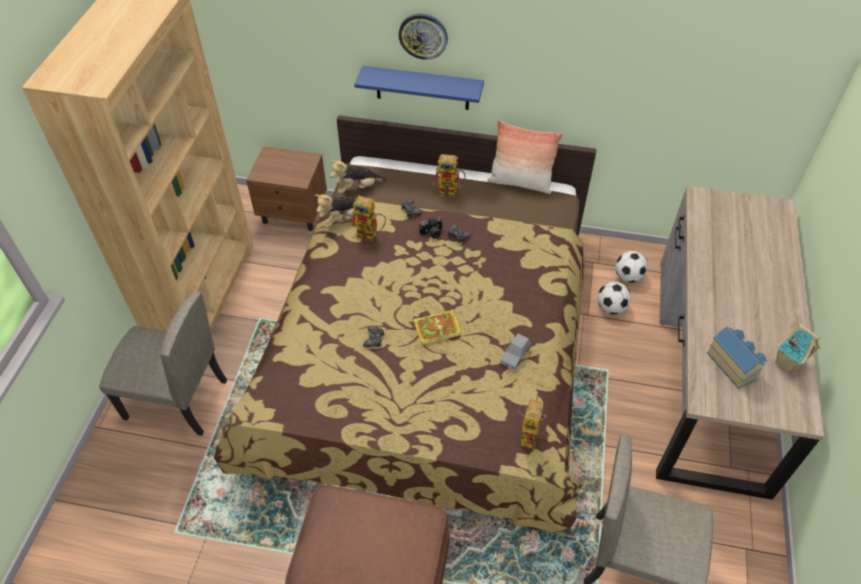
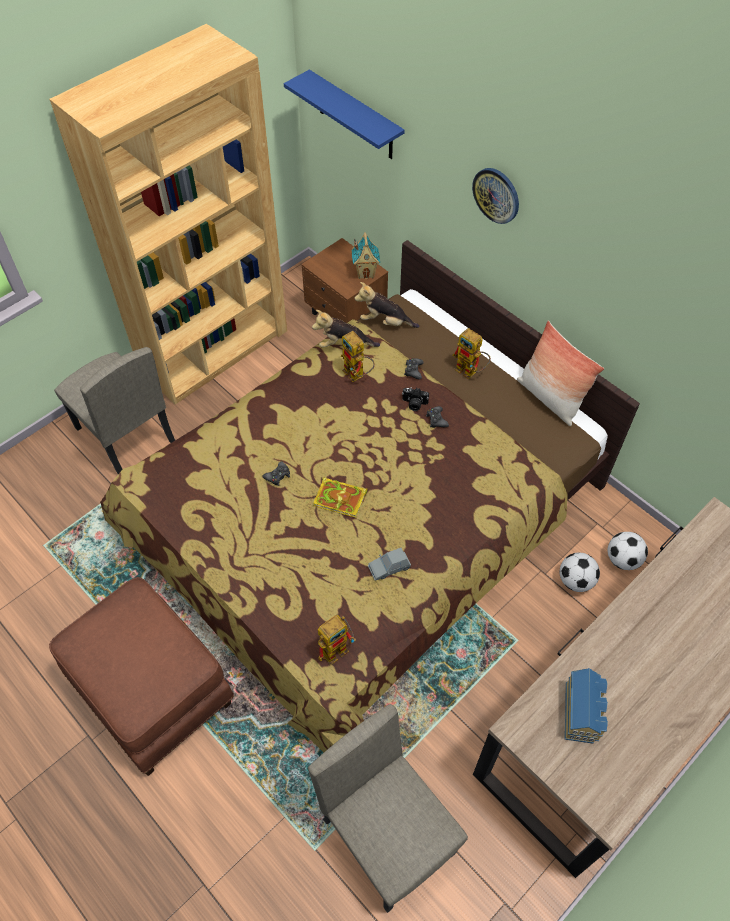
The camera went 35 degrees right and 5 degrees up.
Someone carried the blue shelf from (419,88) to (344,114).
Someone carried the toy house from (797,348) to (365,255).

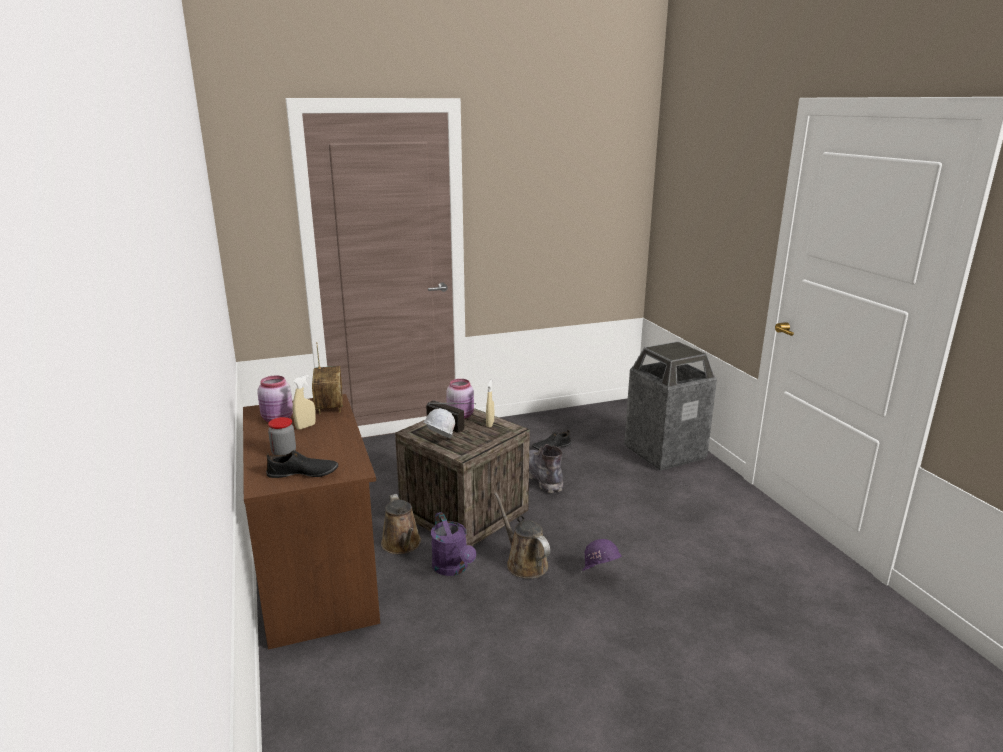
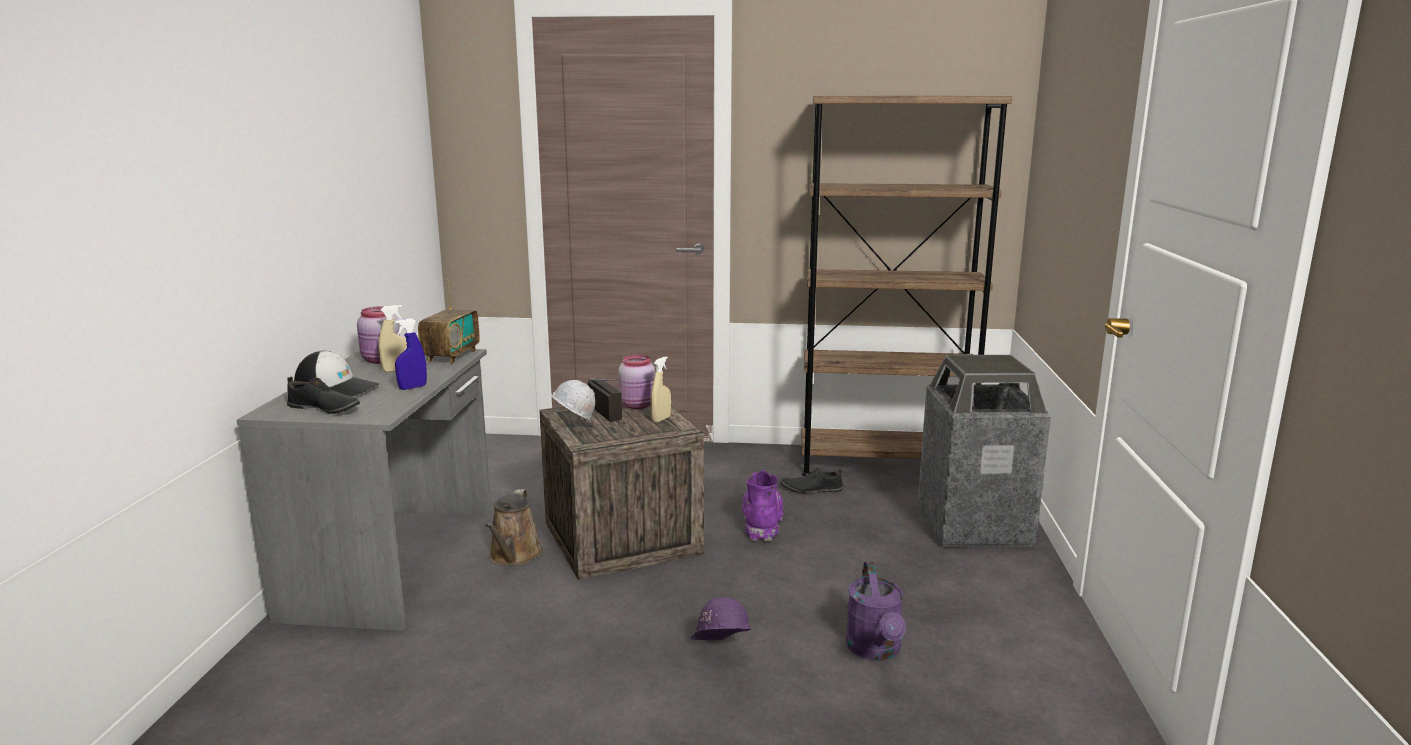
The camera went 25 degrees right and 5 degrees down.
Someone repainted the brown desk at (311,522), which became the grey desk at (364,490).
Someone swapped the jar at (282,436) for the cap at (336,374).
Someone repainted the grey boot at (546,468), which became the purple boot at (762,505).
Someone took away the brown watering can at (522,535).
Someone carried the purple watering can from (453,544) to (876,611).
Someone put down the brown bookcase at (907,286).
Someone put down the blue spray bottle at (410,354).

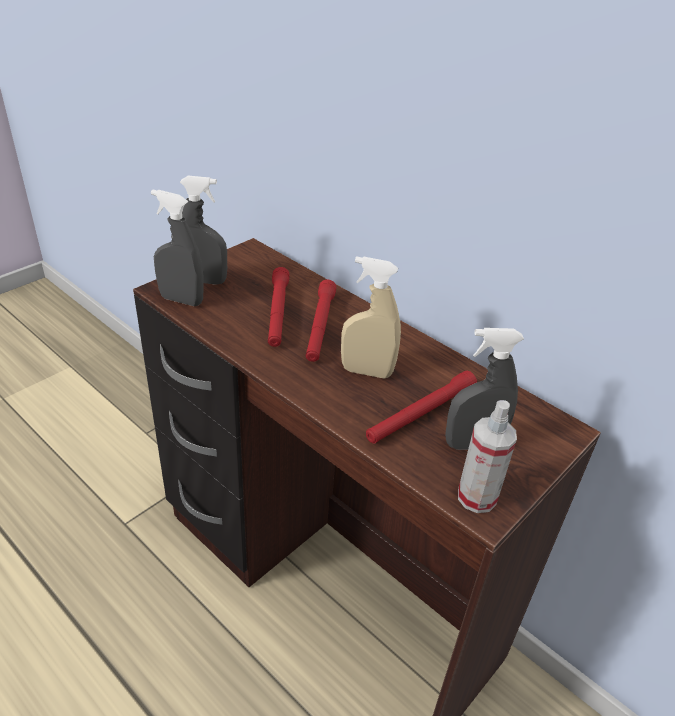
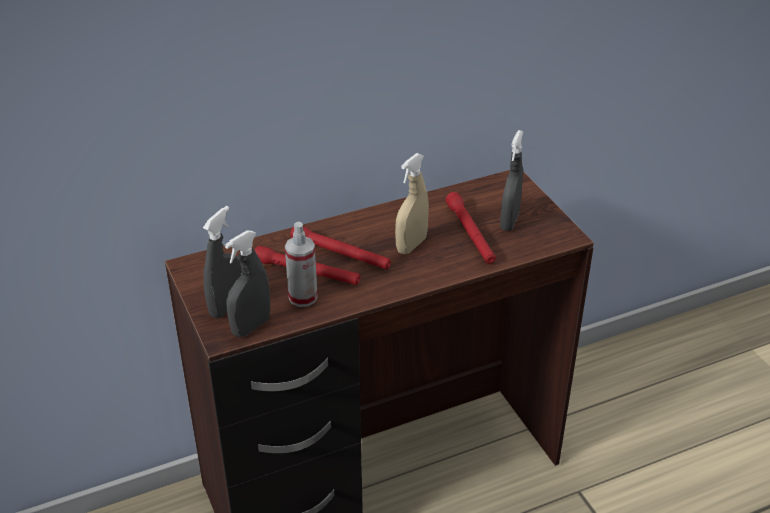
The camera went 65 degrees left and 0 degrees up.
Someone carried the spray bottle from (487,456) to (301,264).

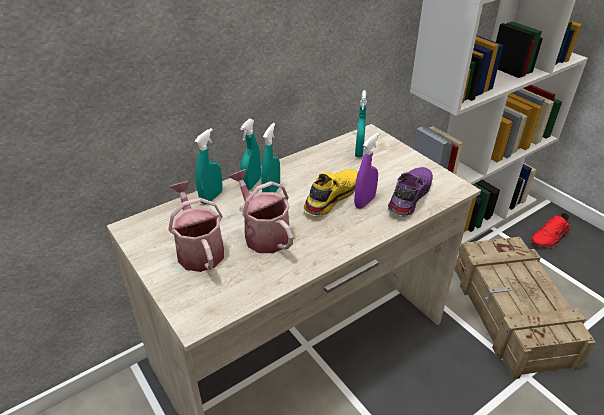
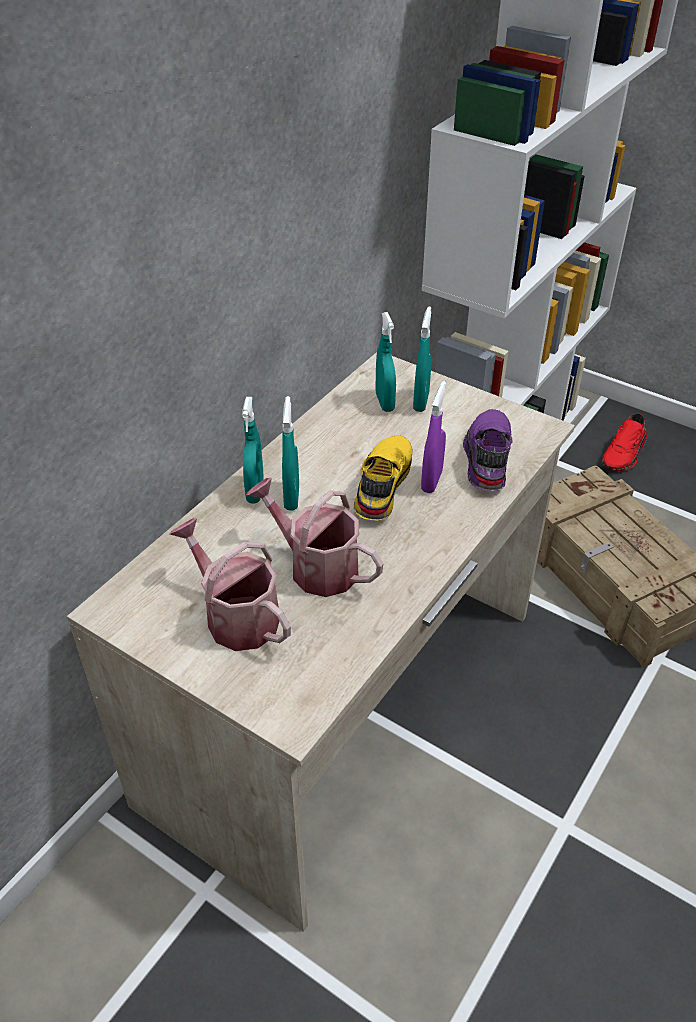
The camera went 20 degrees left and 5 degrees up.
Someone carried the turquoise spray bottle from (209,166) to (422,359).

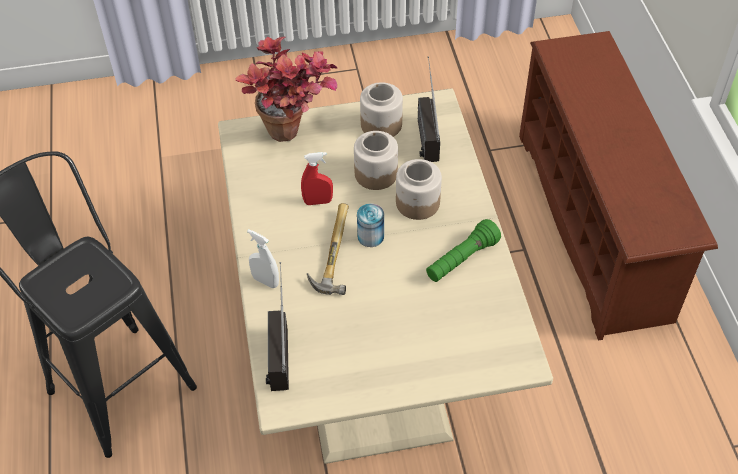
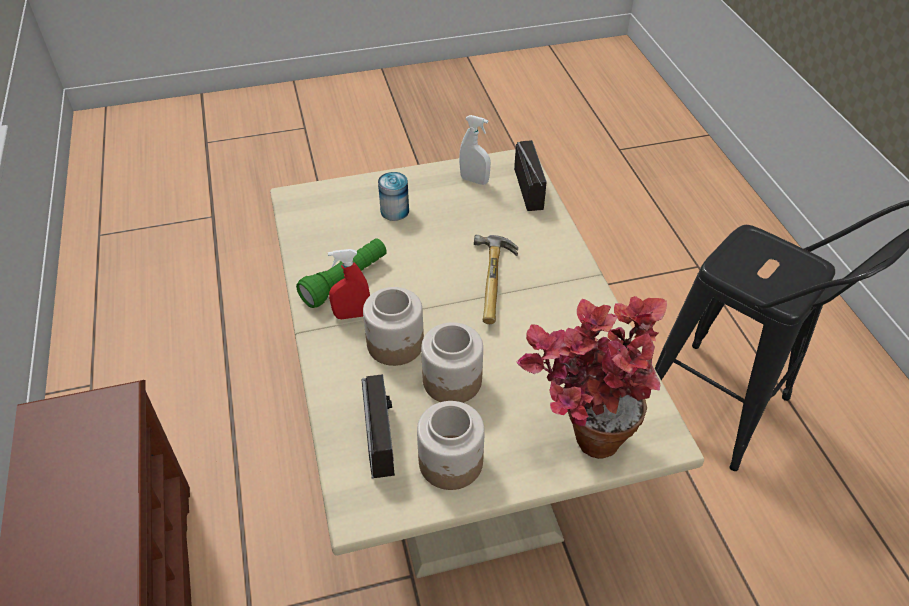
The camera went 175 degrees right and 5 degrees down.
Someone carried the red spray bottle from (317,178) to (349,284).
Someone carried the can from (370,225) to (393,196).
Someone carried the white spray bottle from (263,258) to (475,150).

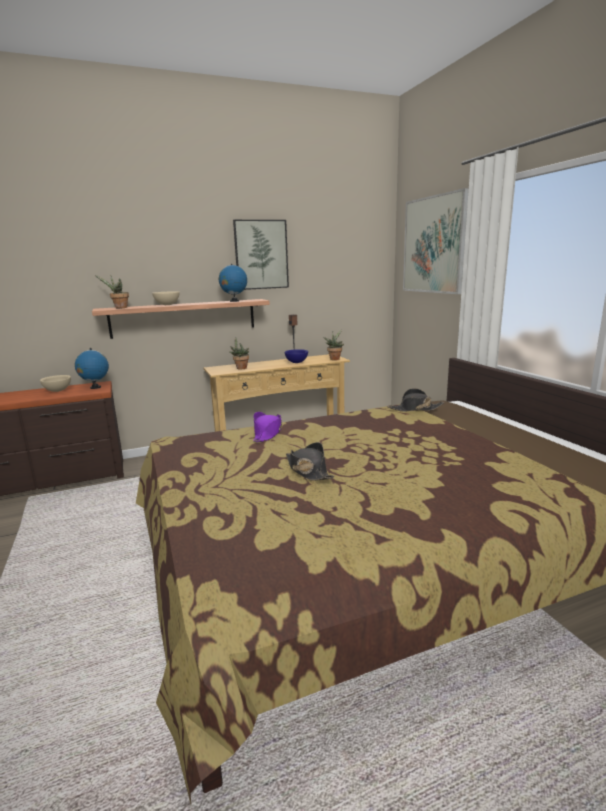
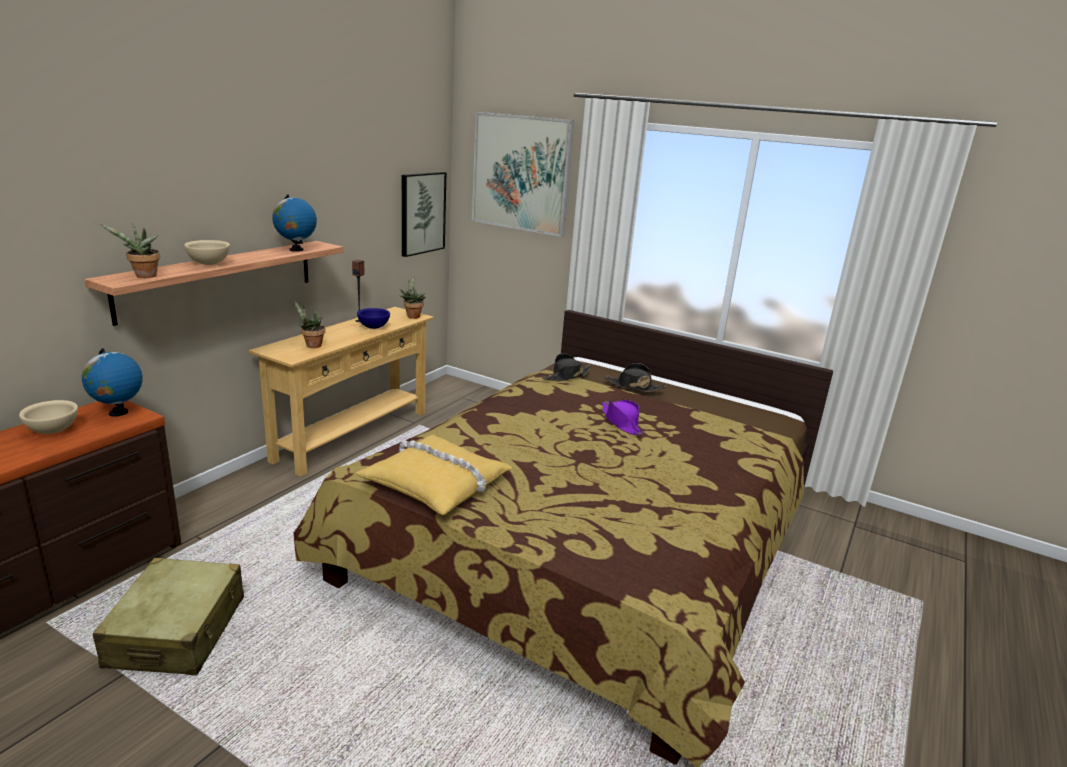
The camera went 40 degrees left and 5 degrees up.
Someone carried the picture from (261,255) to (424,214).
Someone carried the purple hat from (267,427) to (623,417).
Someone carried the black hat from (310,461) to (636,377).
Someone put down the yellow pillow at (434,475).
Someone put down the beige suitcase at (168,616).

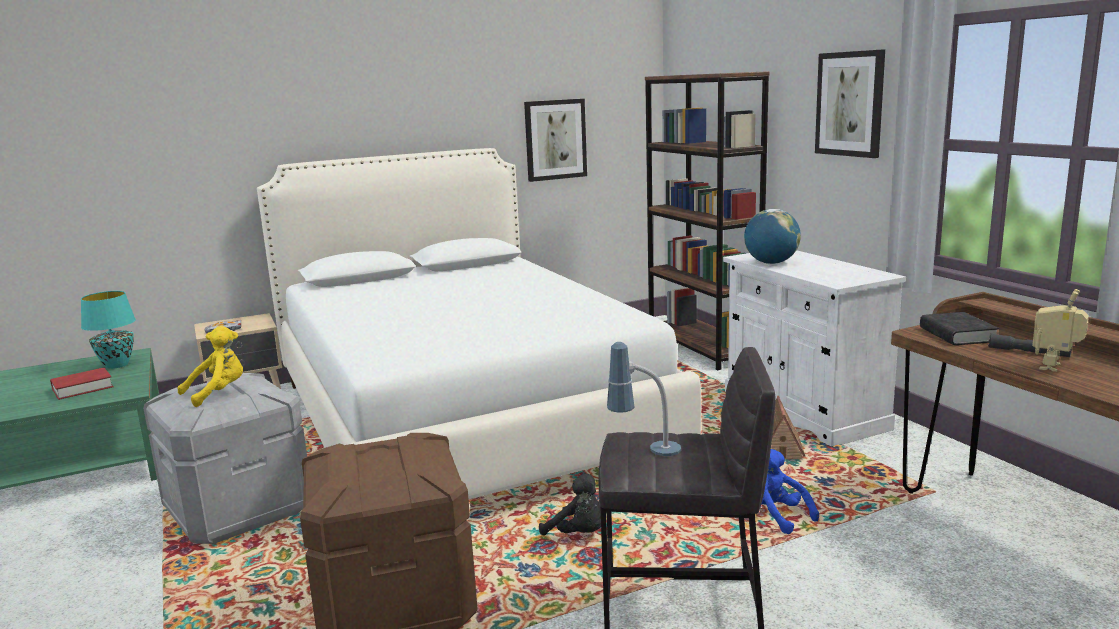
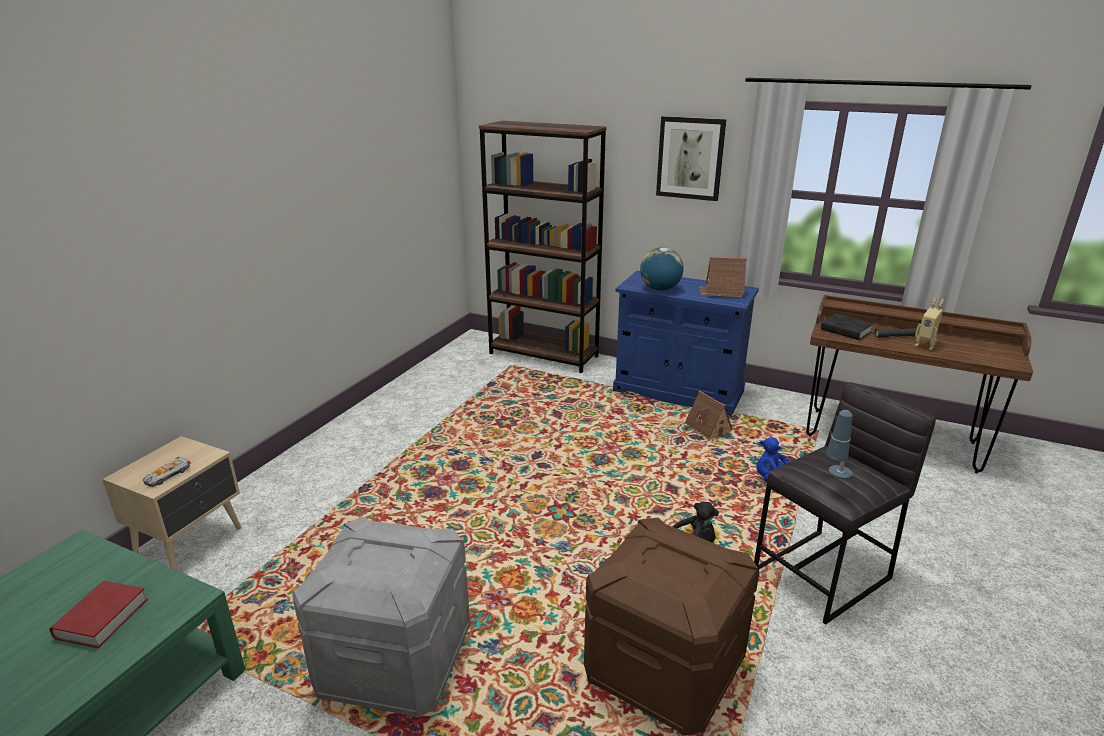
The camera went 40 degrees left and 10 degrees up.
Someone took away the picture at (555,140).
Someone took away the white bed at (479,323).
Someone repainted the white cabinet at (814,348), which became the blue cabinet at (686,343).
Someone rotated the toy robot at (1060,330) by 45 degrees counterclockwise.
Someone took away the turquoise table lamp at (108,330).
Someone took away the yellow plush toy at (210,366).
Someone put down the toy house at (723,277).

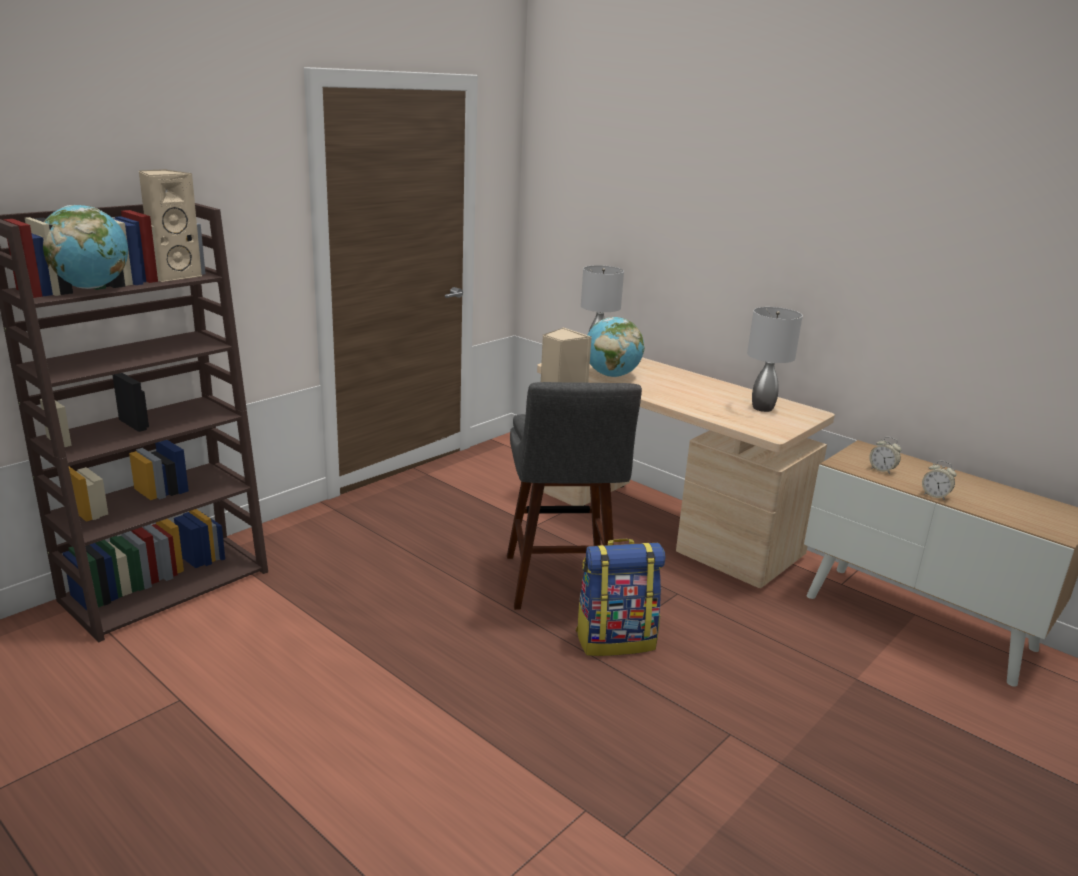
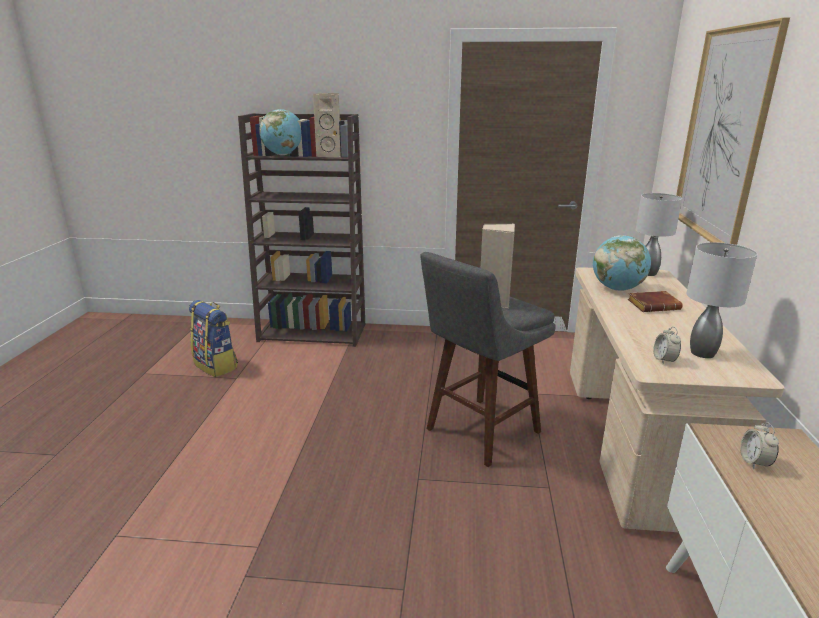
The camera went 55 degrees right and 0 degrees up.
Someone carried the alarm clock from (939,481) to (667,345).
Someone carried the backpack from (620,597) to (213,338).
Someone put up the picture at (733,131).
Someone put down the brown book at (655,301).

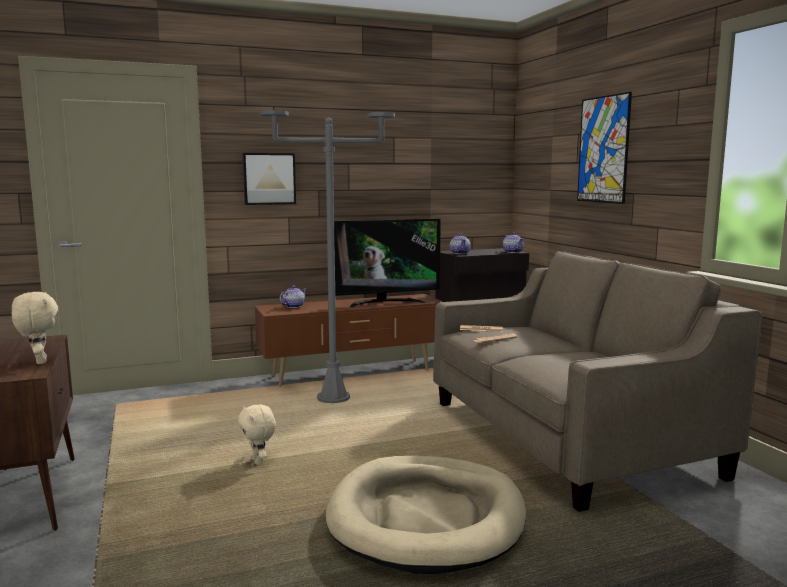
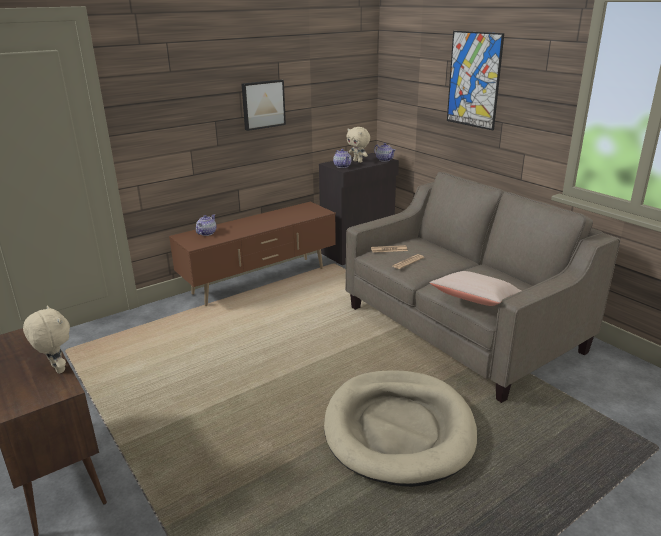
The camera went 15 degrees left and 15 degrees up.
Someone took away the grey floor lamp at (327,256).
Someone carried the picture from (269,179) to (264,105).
Someone took away the television at (387,263).
Someone carried the beige plush toy from (257,434) to (358,145).
Someone put down the beige pillow at (475,288).

